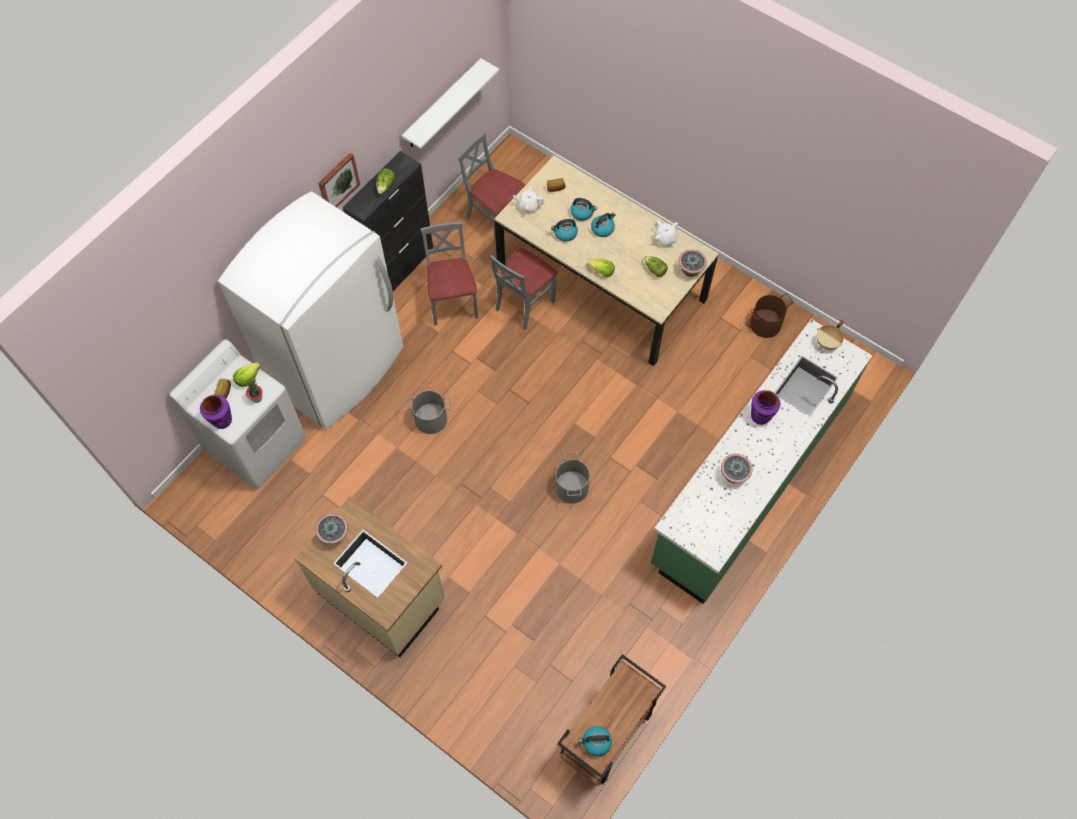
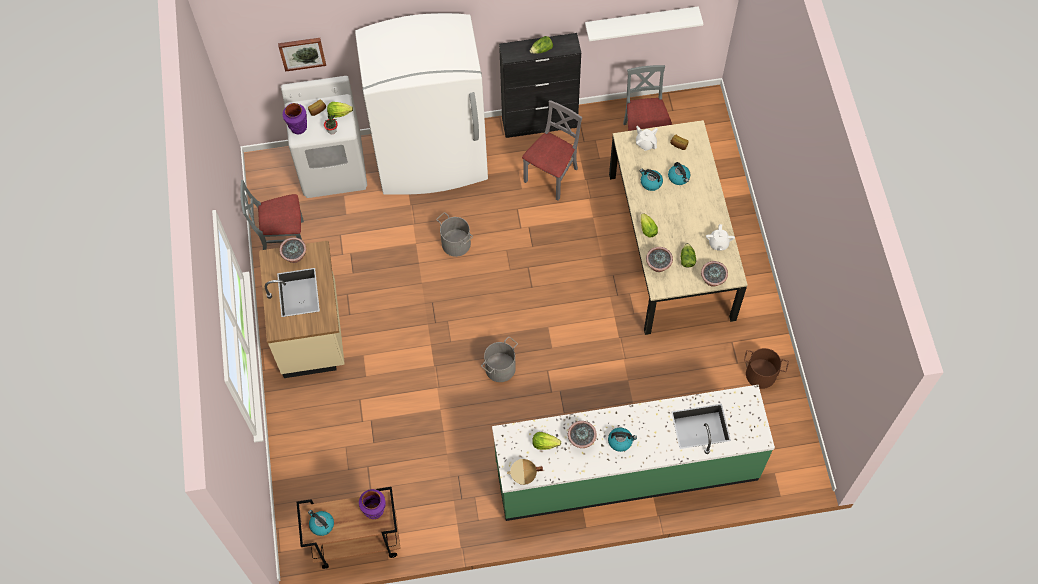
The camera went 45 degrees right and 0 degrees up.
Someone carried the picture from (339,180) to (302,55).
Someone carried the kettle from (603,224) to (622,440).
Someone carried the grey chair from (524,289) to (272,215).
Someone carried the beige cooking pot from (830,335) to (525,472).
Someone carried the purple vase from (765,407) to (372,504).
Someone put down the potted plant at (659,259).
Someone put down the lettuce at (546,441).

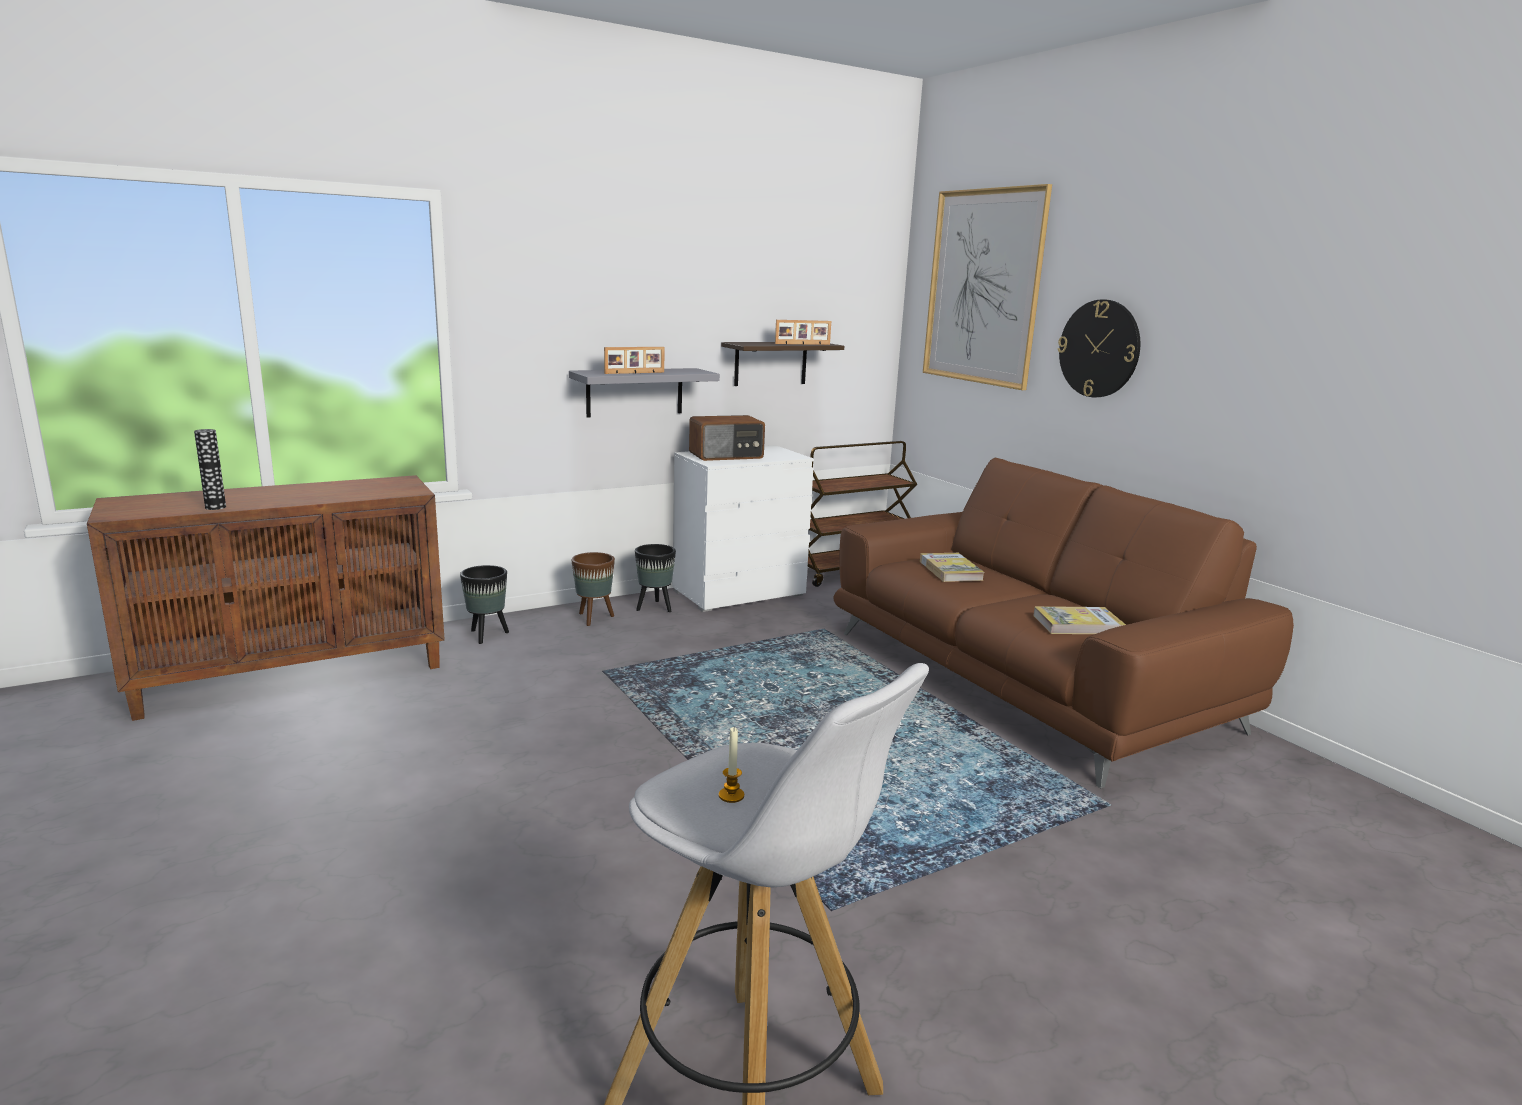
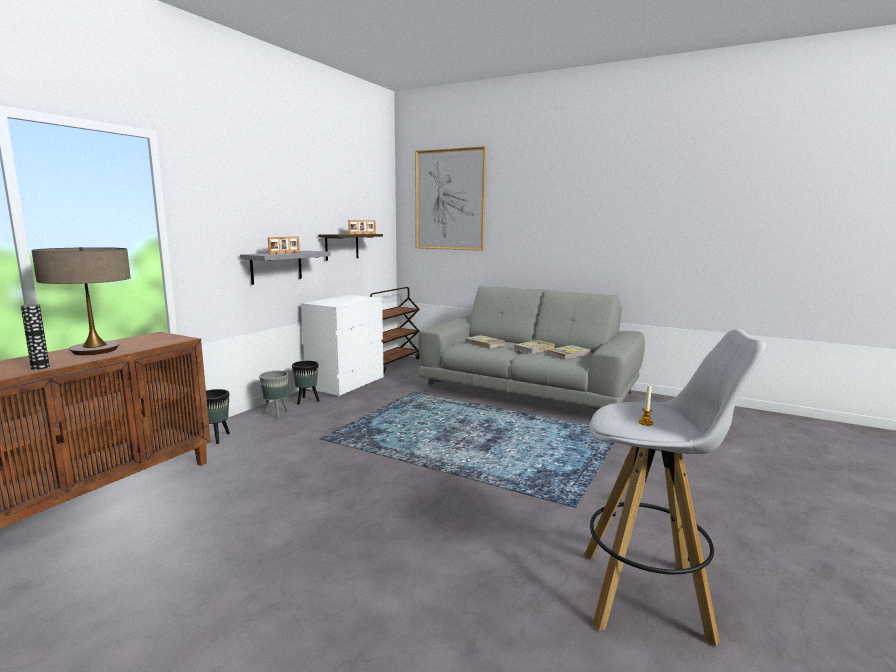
The camera went 30 degrees left and 5 degrees down.
Someone took away the wall clock at (1099,348).
Someone took away the radio at (727,438).
Someone repainted the brown sofa at (1063,623), which became the grey sofa at (531,347).
Someone repainted the brown planter at (593,589), which became the grey planter at (274,395).
Someone put down the table lamp at (81,301).
Someone put down the book at (534,347).

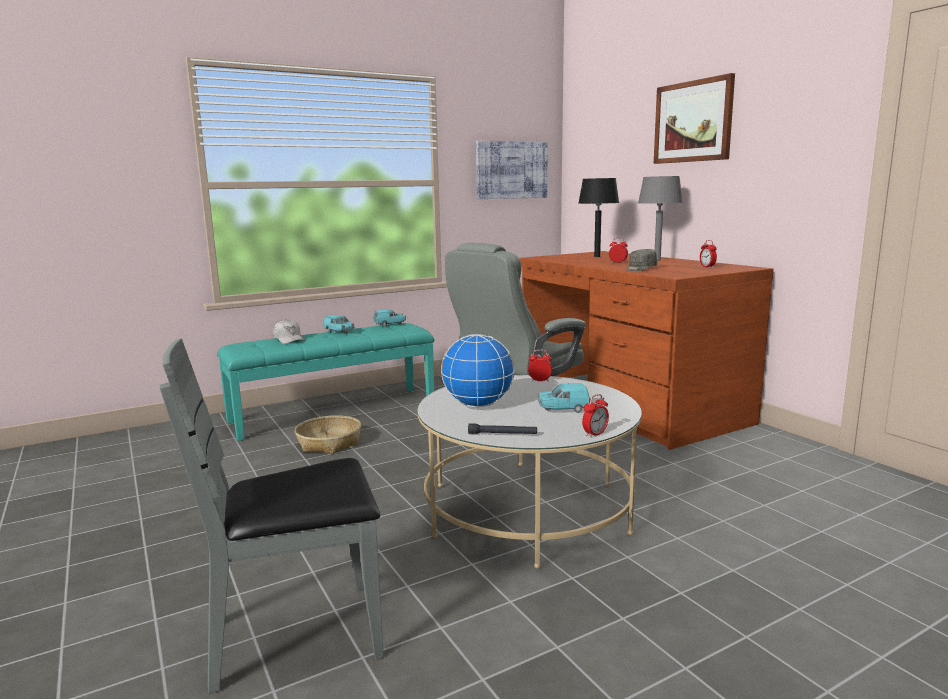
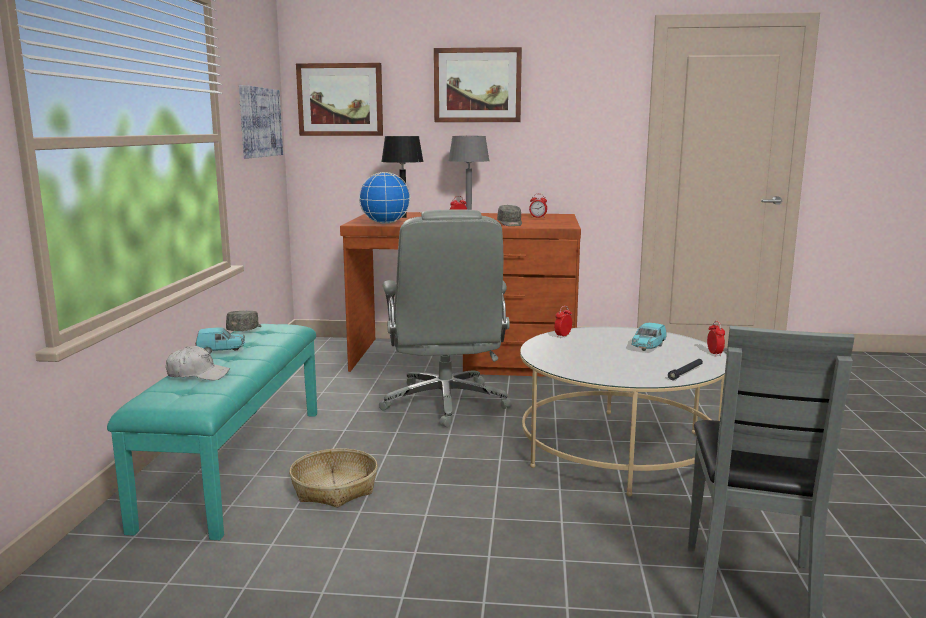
The camera went 55 degrees left and 0 degrees up.
Someone swapped the turquoise toy car at (389,318) for the grey cap at (244,321).
Someone carried the globe from (478,370) to (384,198).
Someone put up the picture at (339,99).

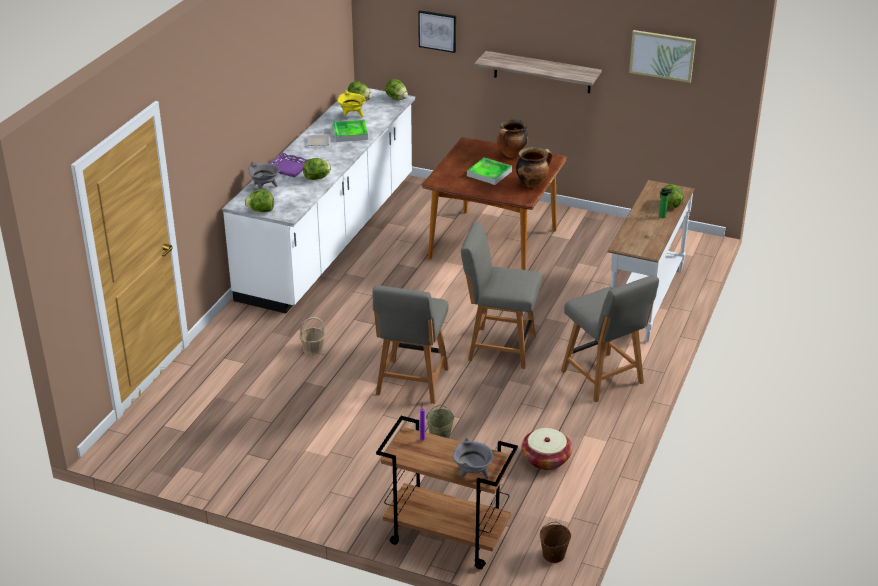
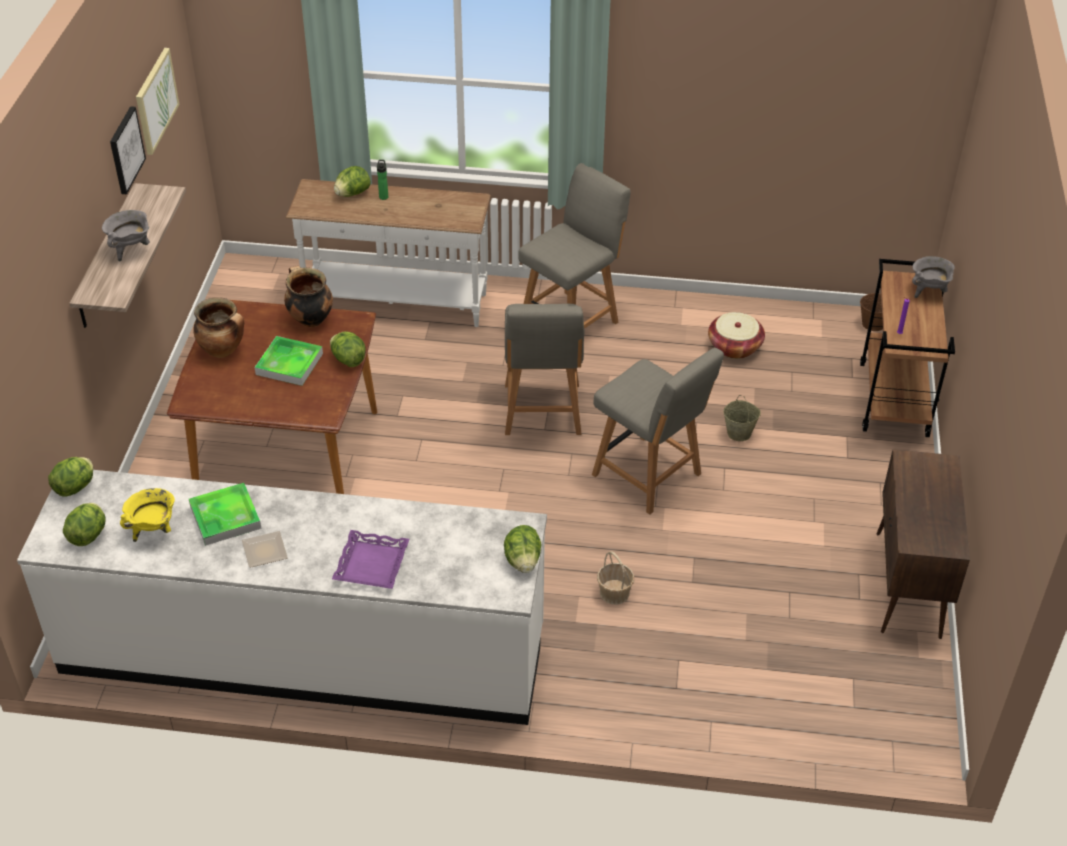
The camera went 105 degrees left and 10 degrees up.
Someone carried the picture from (437,31) to (128,150).
Someone carried the lettuce from (317,169) to (348,349).
Someone carried the grey cooking pot from (263,175) to (126,236).
Someone rotated the grey chair at (410,344) by 45 degrees clockwise.
Someone put down the brown cabinet at (923,544).

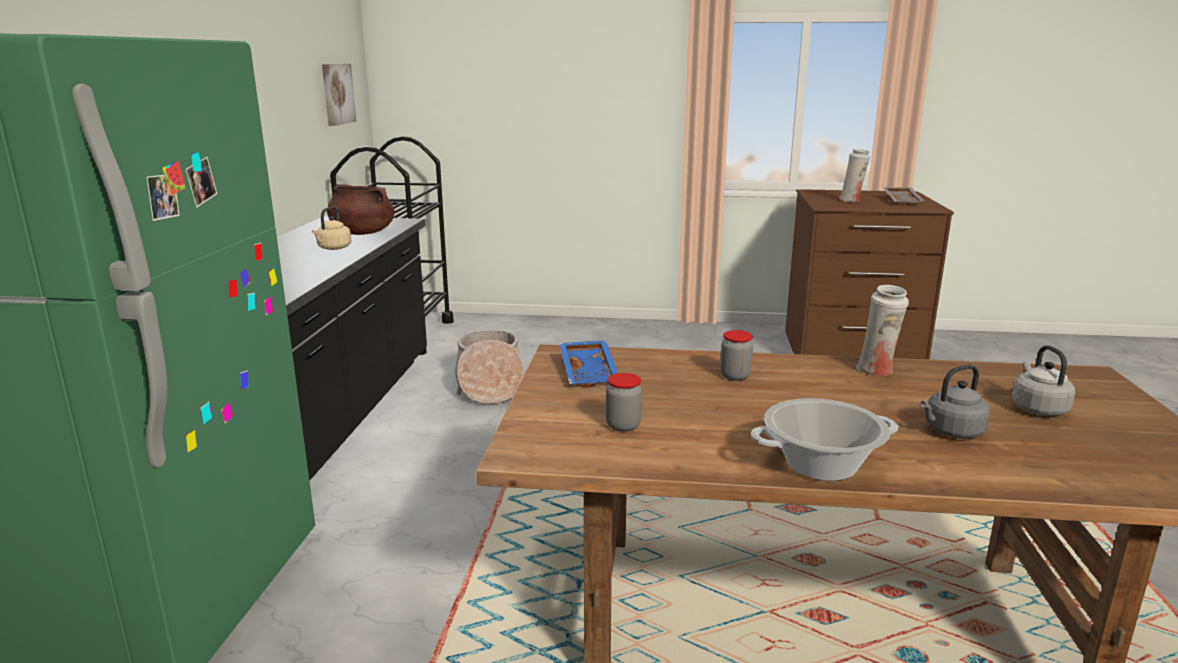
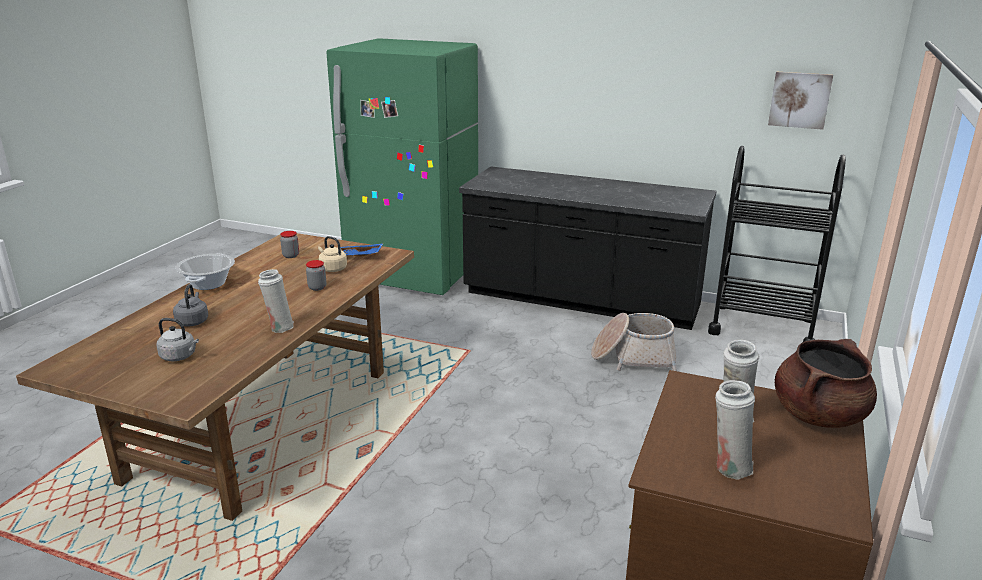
The camera went 105 degrees right and 5 degrees up.
Someone carried the brown cooking pot from (361,209) to (826,383).
Someone swapped the grey tray at (903,196) for the white vase at (735,430).
Someone carried the beige kettle from (331,228) to (332,254).

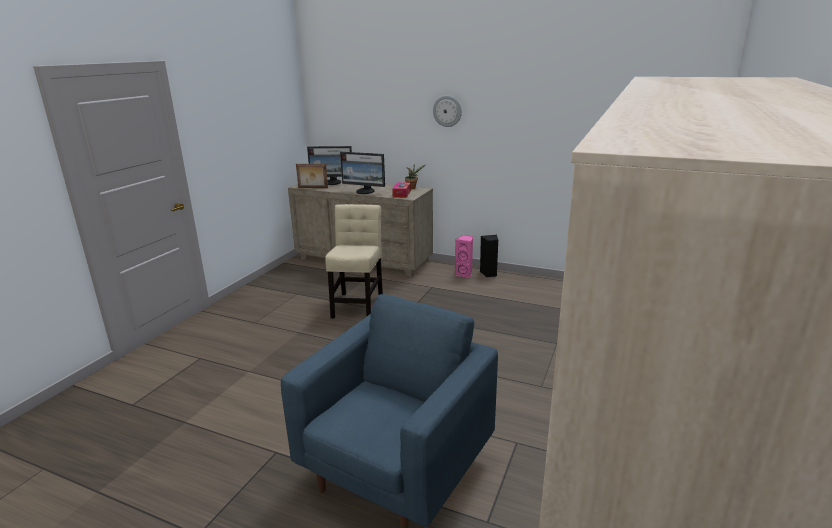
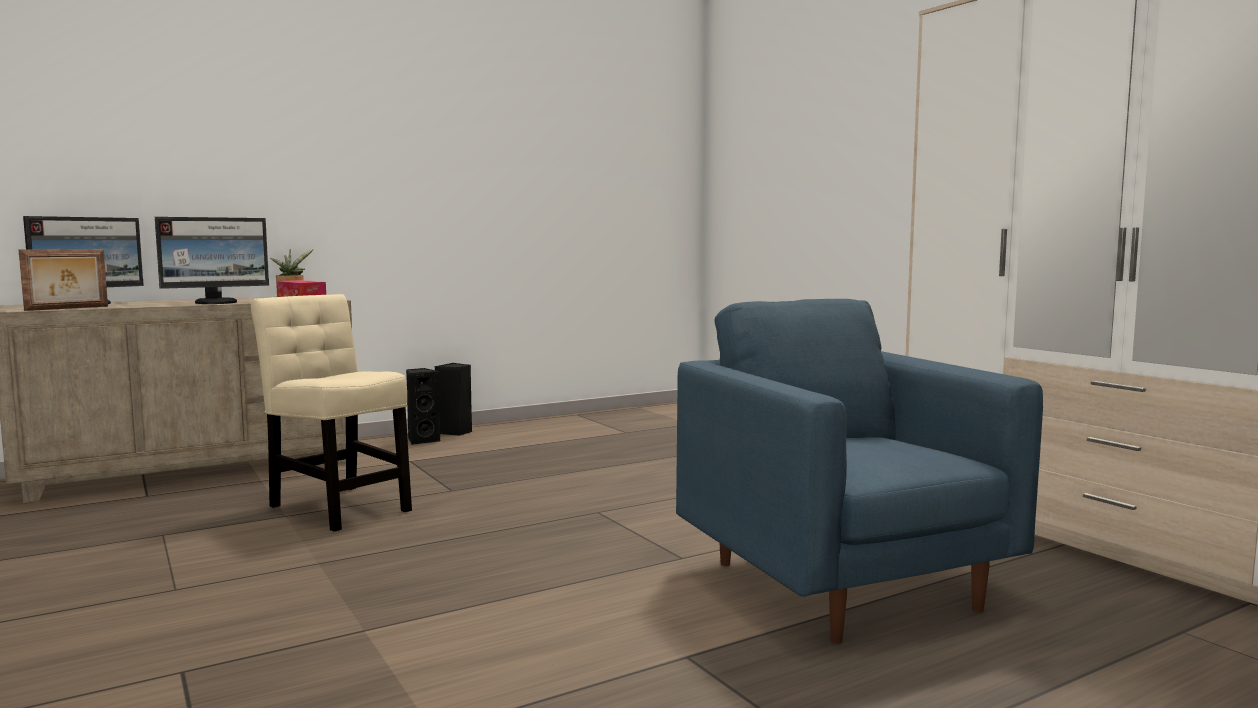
The camera went 55 degrees left and 15 degrees down.
Someone took away the wall clock at (447,111).
Someone repainted the pink speaker at (464,256), which became the black speaker at (423,406).

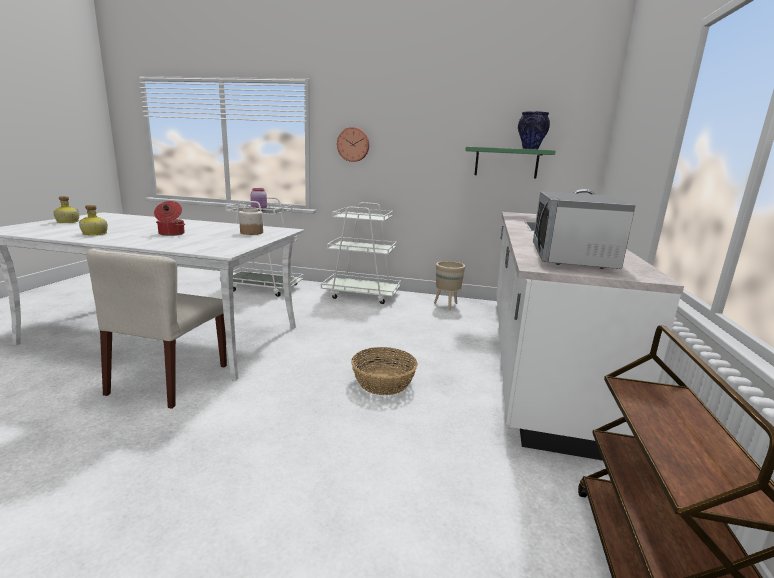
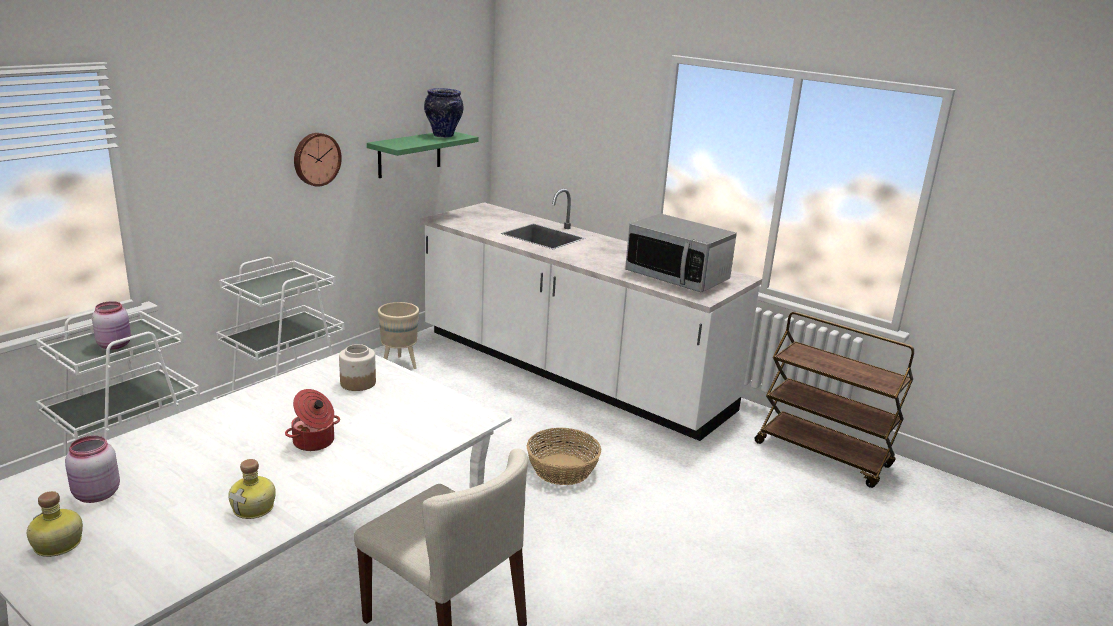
The camera went 65 degrees left and 5 degrees up.
Someone carried the wall clock from (353,144) to (318,160).
Someone put down the pink jar at (92,469).

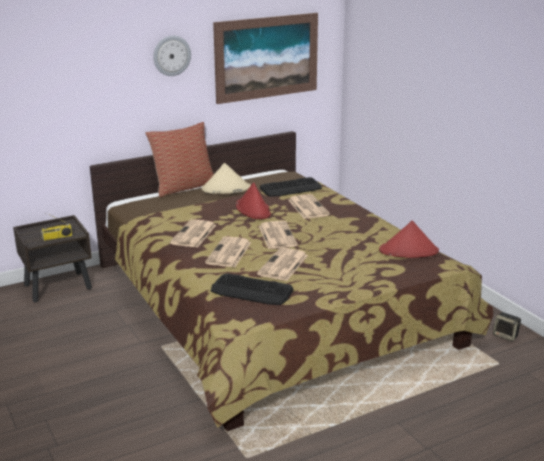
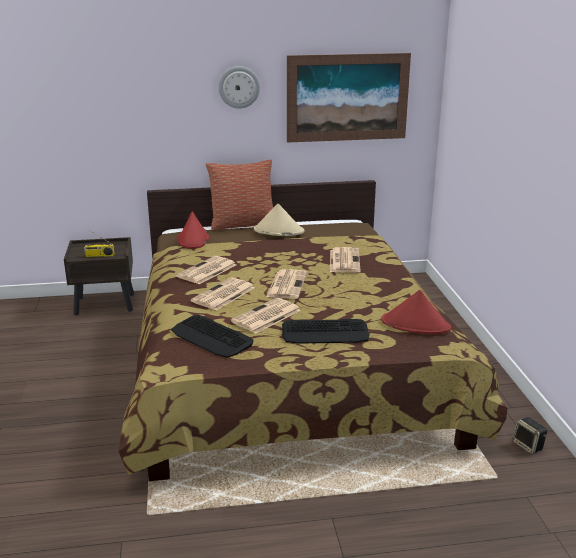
The camera went 20 degrees right and 0 degrees up.
Someone carried the keyboard from (291,187) to (325,331).
Someone carried the red hat from (253,200) to (193,230).

